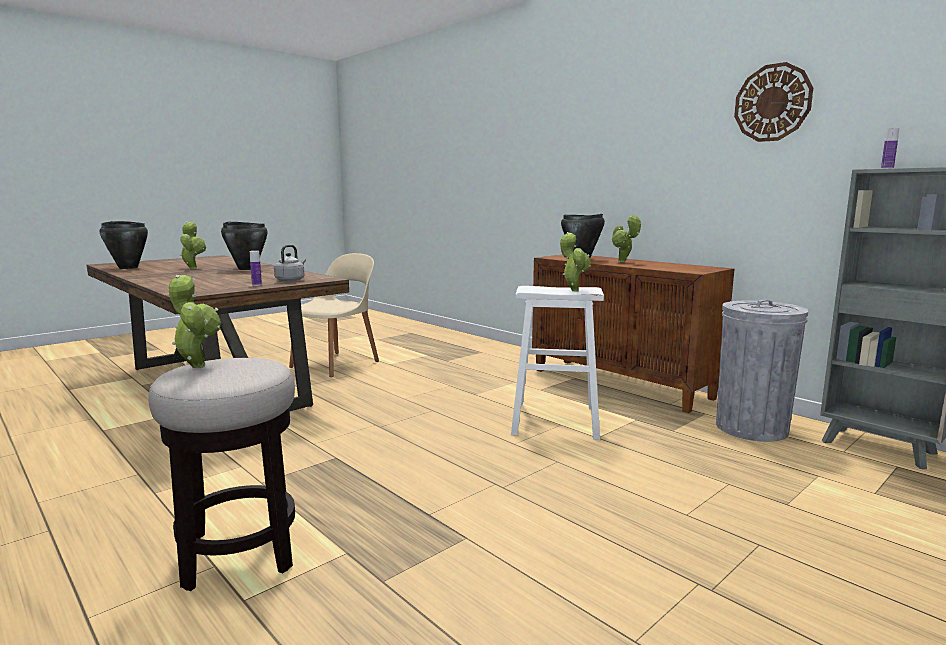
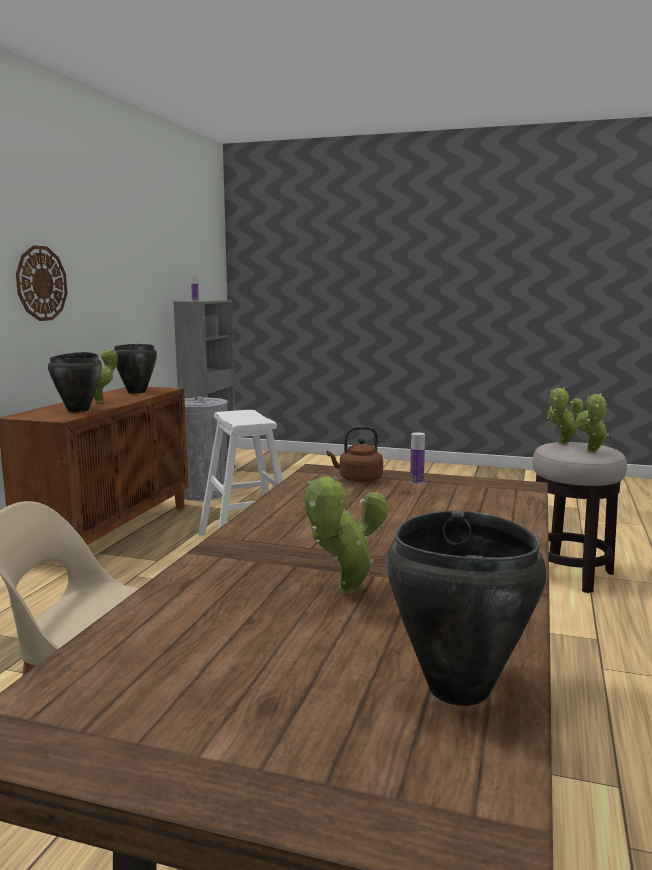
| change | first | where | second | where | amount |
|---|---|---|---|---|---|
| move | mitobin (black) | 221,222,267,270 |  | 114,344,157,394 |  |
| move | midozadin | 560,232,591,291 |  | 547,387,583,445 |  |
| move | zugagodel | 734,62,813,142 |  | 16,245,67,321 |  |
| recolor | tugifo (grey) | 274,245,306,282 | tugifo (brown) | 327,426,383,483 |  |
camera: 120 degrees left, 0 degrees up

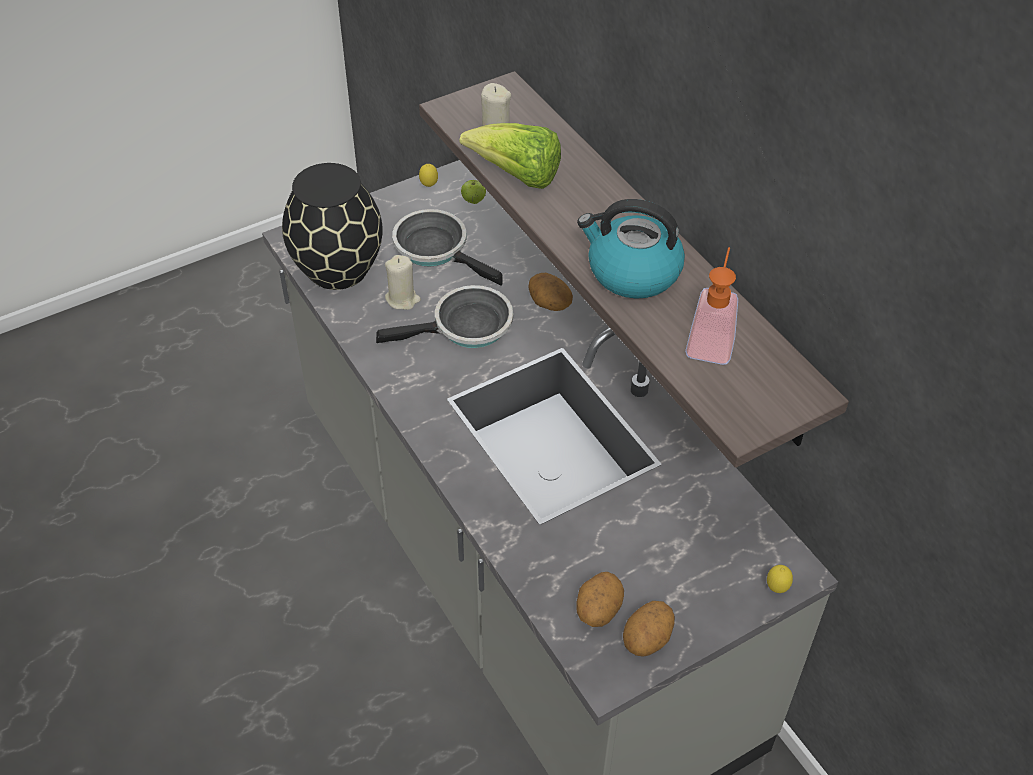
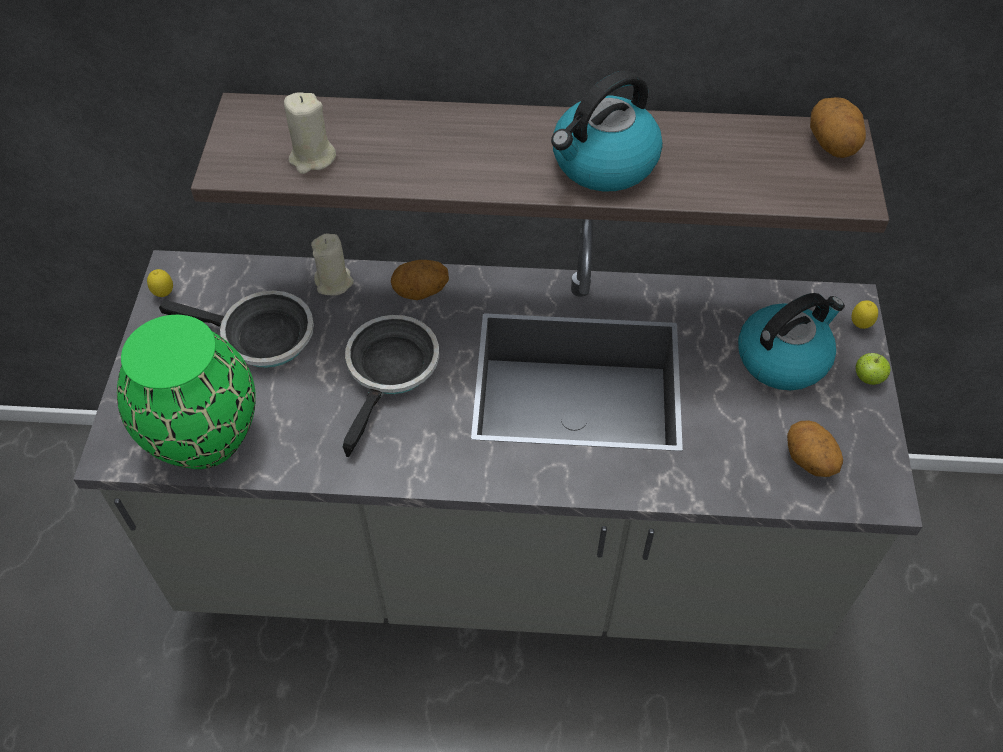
| change | first | where | second | where | amount |
|---|---|---|---|---|---|
| delete | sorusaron | 460,123,561,189 |  |  |  |
| delete | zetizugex | 685,247,738,365 |  |  |  |
| insert |  |  | tugifo | 738,293,845,390 |  |
| move | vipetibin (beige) | 385,255,421,310 |  | 311,233,354,296 |  |
| move | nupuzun | 461,180,486,204 |  | 856,353,890,385 |  |
| move | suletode | 623,601,675,657 |  | 810,97,866,158 |  |
| recolor | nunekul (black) | 282,163,383,290 | nunekul (green) | 117,315,256,469 |  |
| rotate | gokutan | 392,209,503,286 |  | 159,290,314,368 | 150 degrees counterclockwise |
camera: 55 degrees left, 5 degrees up

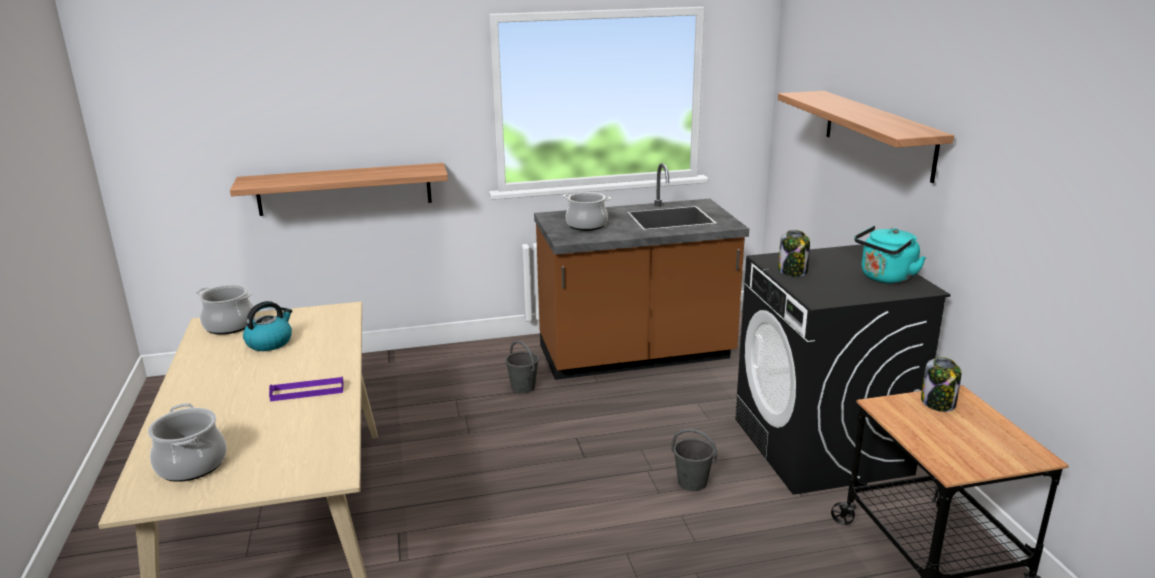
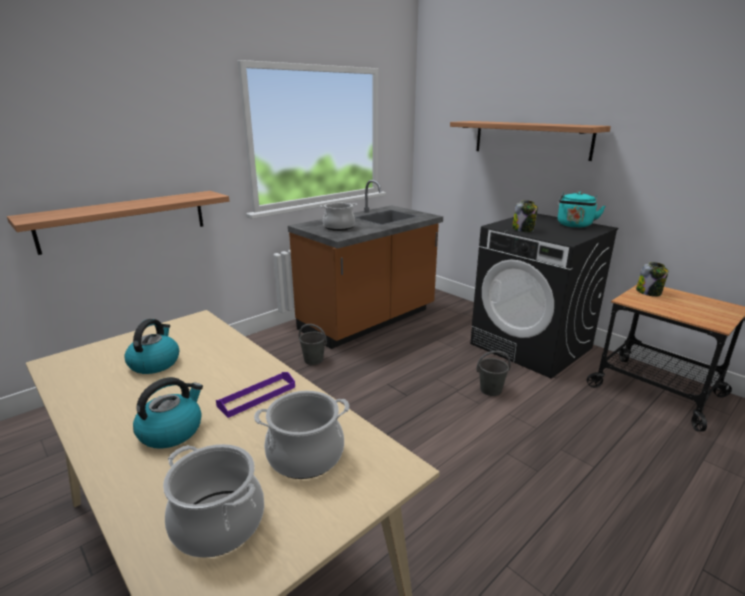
| change | first | where | second | where | amount |
|---|---|---|---|---|---|
| insert |  |  | tugifo | 133,377,203,448 |  |
| move | mitobin | 196,284,256,335 |  | 254,391,349,479 |  |
camera: 30 degrees left, 0 degrees up

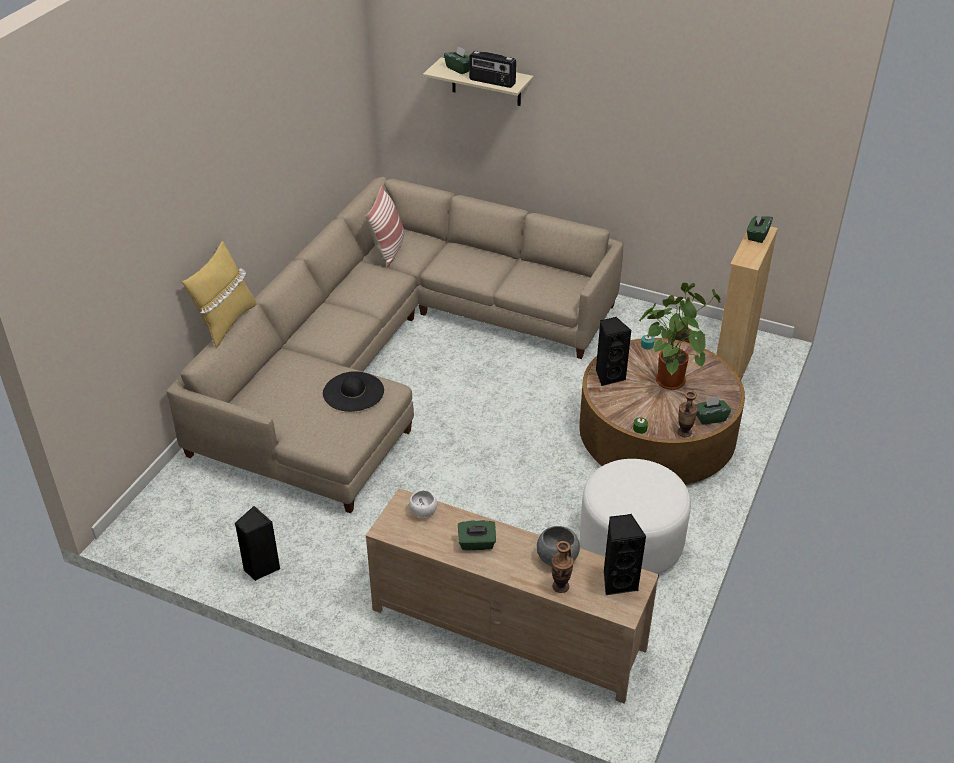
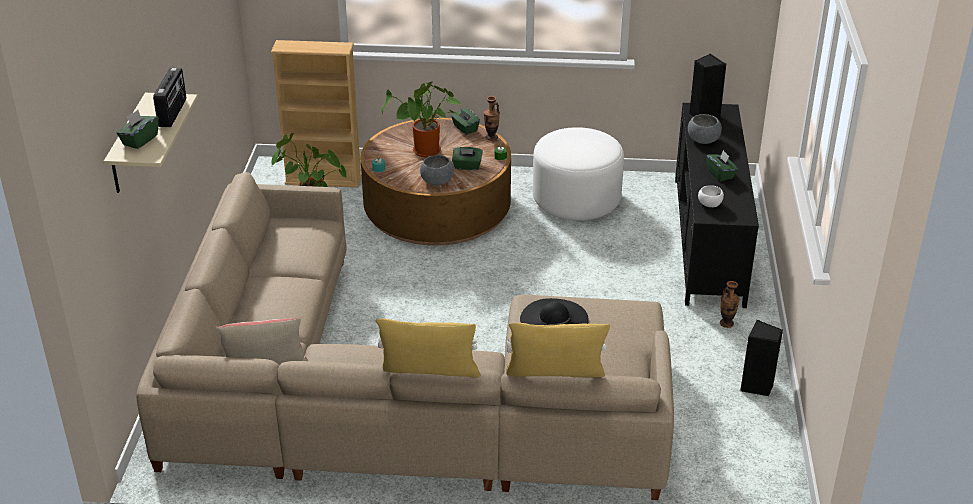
| change | first | where | second | where | amount |
|---|---|---|---|---|---|
| insert |  |  | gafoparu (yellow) | 376,319,481,377 |  |
| move | nunekul | 551,541,574,593 |  | 720,281,740,328 |  |
| move | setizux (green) | 747,212,773,243 |  | 452,147,483,170 |  |
| replace | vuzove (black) | 596,317,631,386 | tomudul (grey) | 420,155,454,185 |  |
| recolor | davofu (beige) | 366,488,659,704 | davofu (black) | 675,103,759,308 |  |
camera: 110 degrees left, 5 degrees down

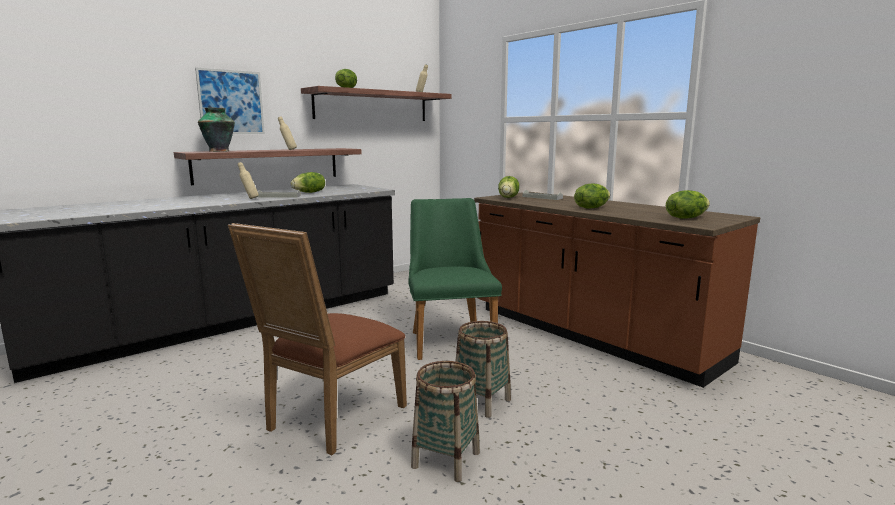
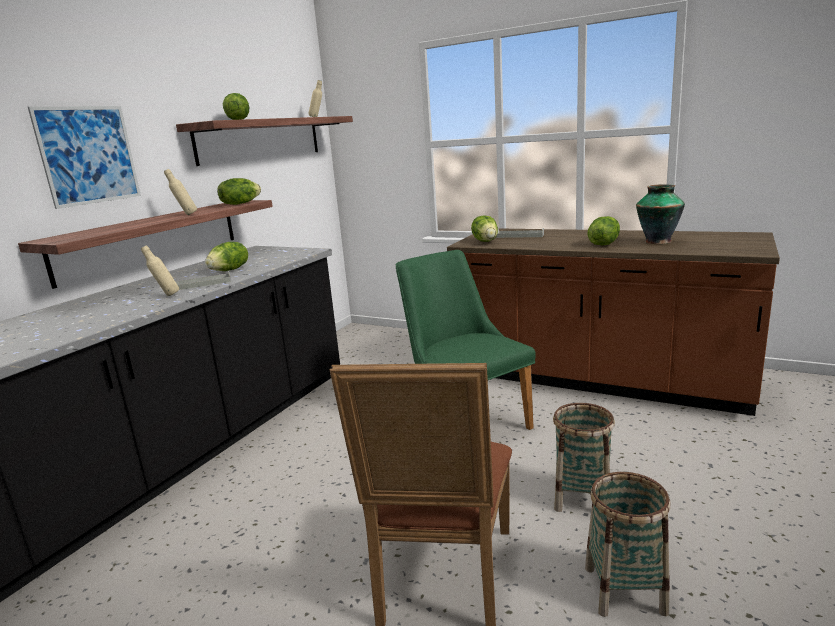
| change | first | where | second | where | amount |
|---|---|---|---|---|---|
| move | nunekul | 198,108,235,152 |  | 636,184,685,244 |  |
| move | sorusaron | 666,190,710,219 |  | 217,178,261,205 |  |
camera: 20 degrees left, 5 degrees up

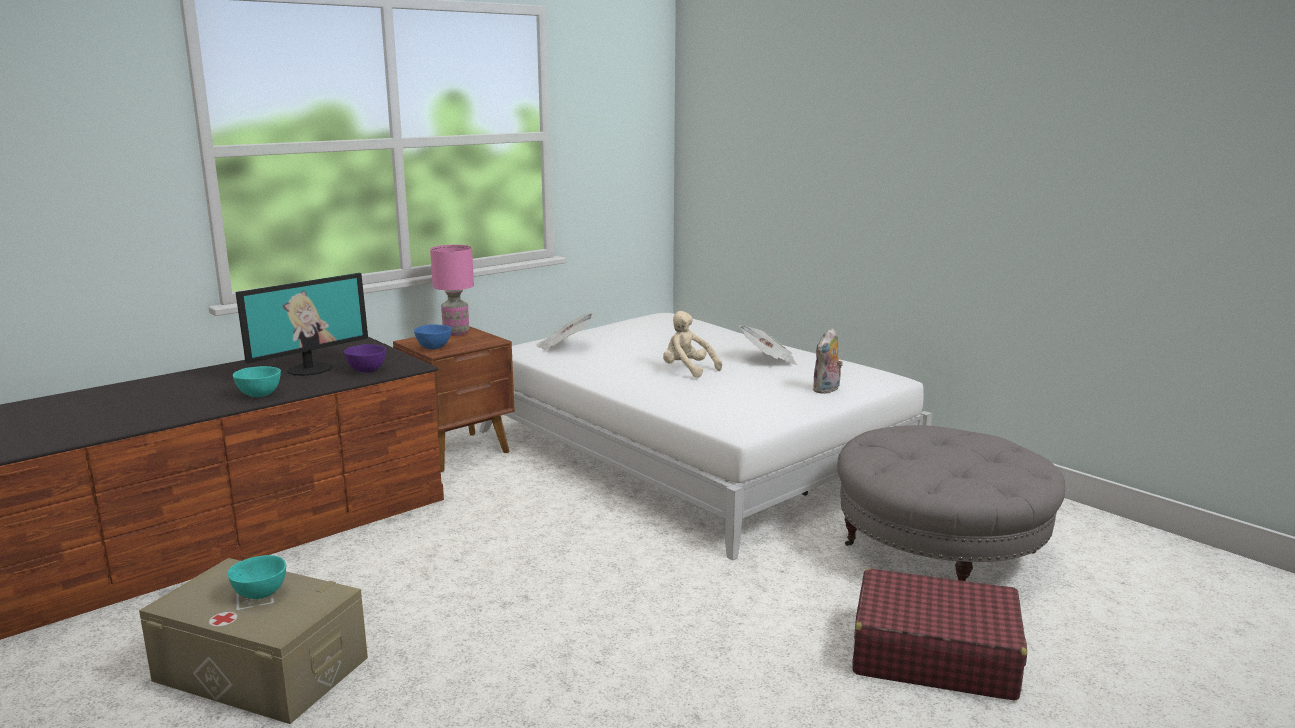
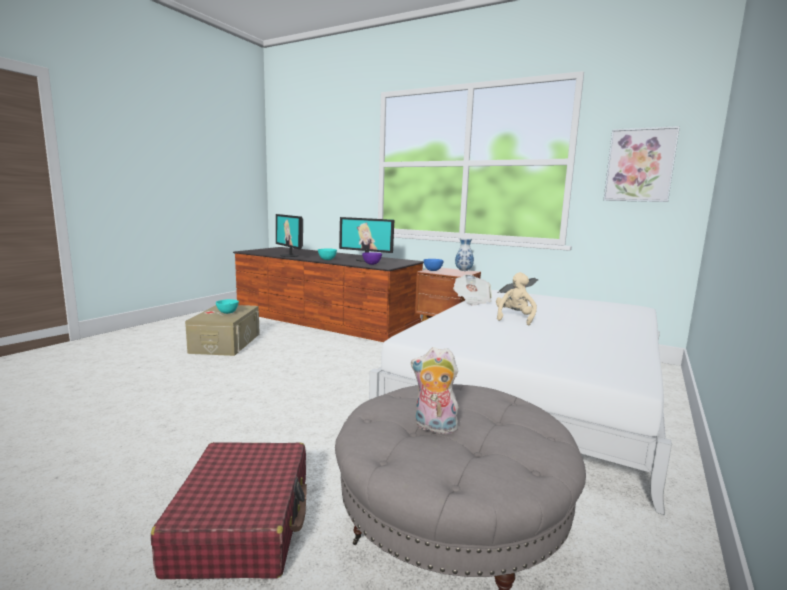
| change | first | where | second | where | amount |
|---|---|---|---|---|---|
| insert |  |  | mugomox | 276,214,303,257 |  |
| insert |  |  | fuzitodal | 603,126,680,202 |  |
| move | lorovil | 739,325,797,365 |  | 453,274,492,305 |  |
| move | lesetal | 813,328,843,394 |  | 411,347,460,434 |  |
| replace | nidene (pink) | 430,245,474,336 | nunekul | 455,238,474,271 |  |
camera: 70 degrees right, 5 degrees down

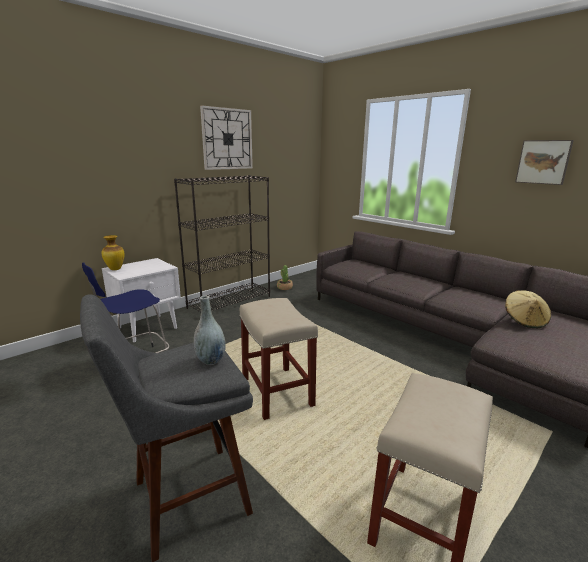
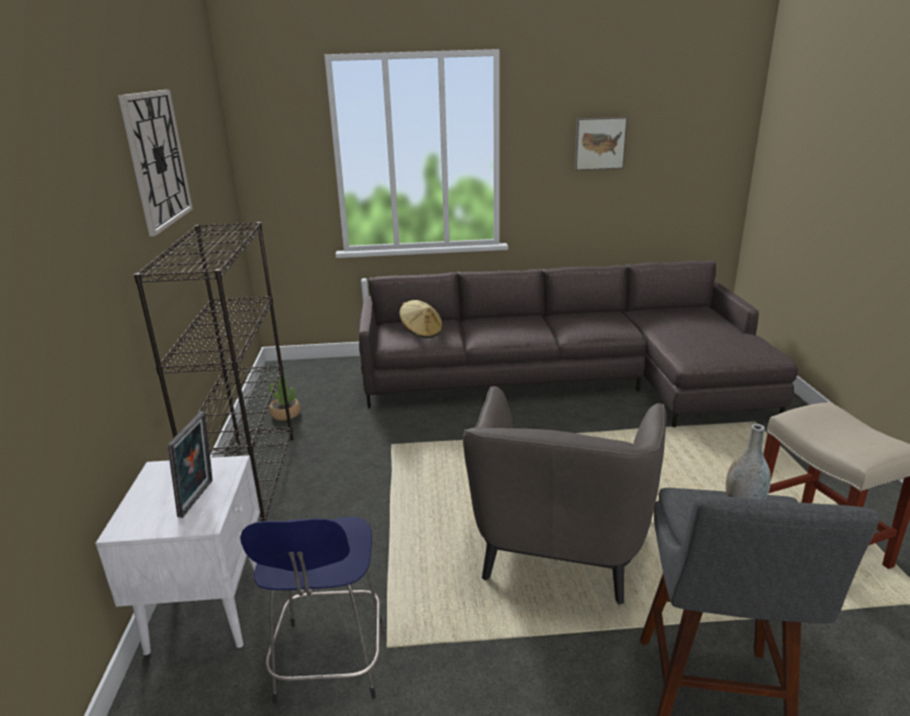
| change | first | where | second | where | amount |
|---|---|---|---|---|---|
| delete | nunekul | 101,235,125,270 |  |  |  |
| insert |  |  | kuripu | 167,412,213,518 |  |
| move | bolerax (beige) | 505,290,551,328 |  | 399,300,443,338 |  |
| replace | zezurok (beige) | 239,298,318,420 | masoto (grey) | 463,386,667,604 |  |
camera: 50 degrees left, 5 degrees up

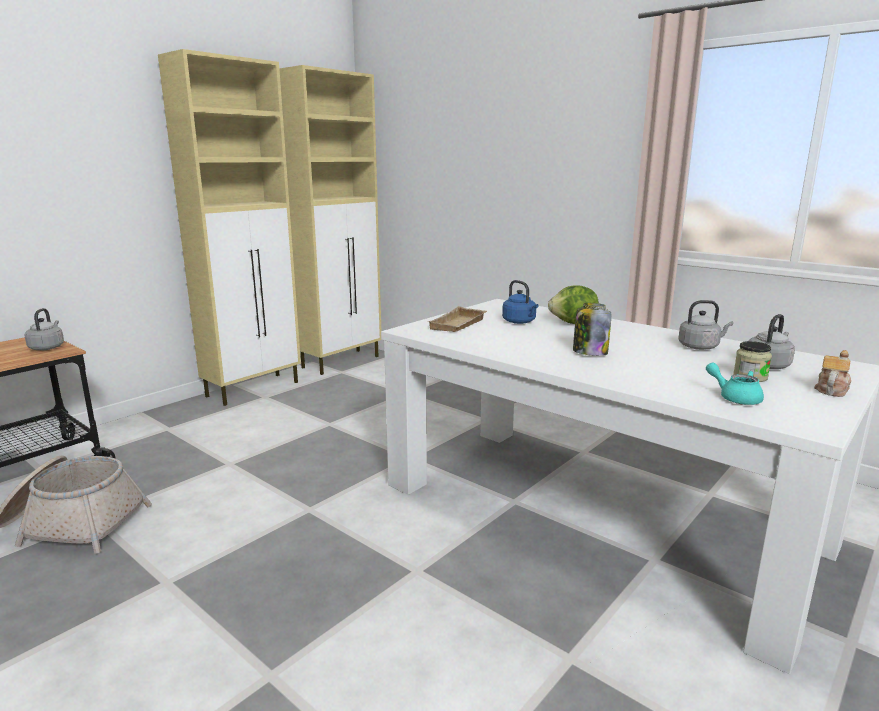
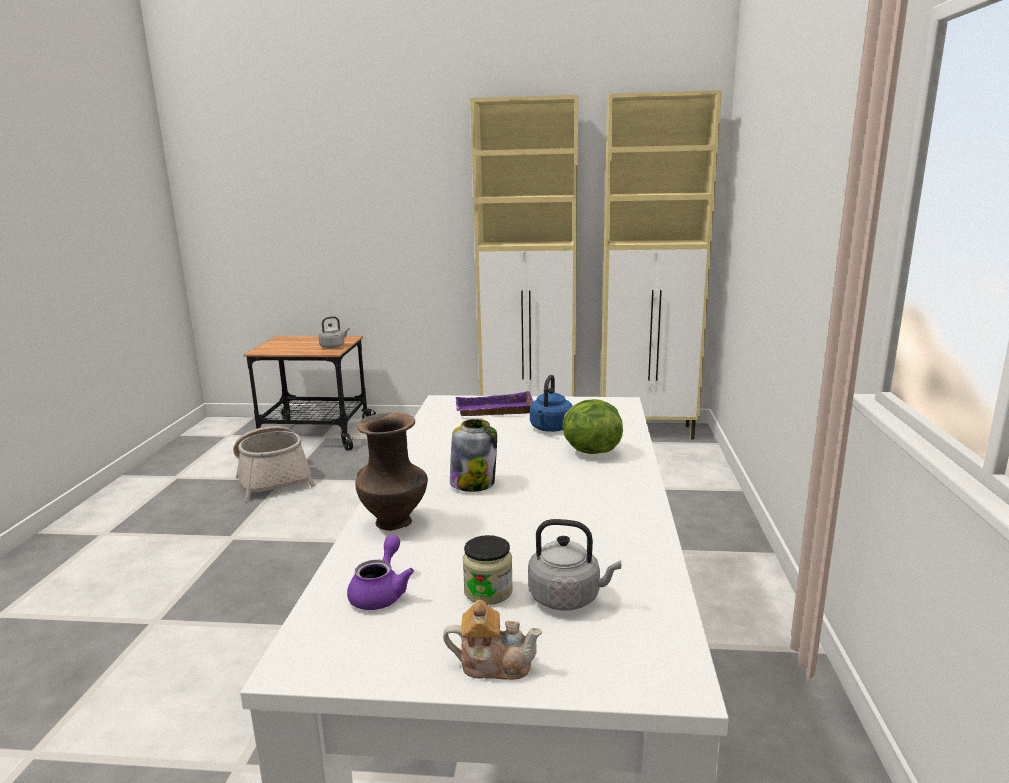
| change | first | where | second | where | amount |
|---|---|---|---|---|---|
| delete | tugifo (grey) | 678,300,733,350 |  |  |  |
| insert |  |  | nunekul (brown) | 355,412,428,531 |  |
| recolor | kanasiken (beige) | 427,306,487,332 | kanasiken (purple) | 456,391,534,416 |  |
| recolor | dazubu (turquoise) | 706,363,764,405 | dazubu (purple) | 347,535,414,610 |  |
camera: 55 degrees right, 0 degrees up

